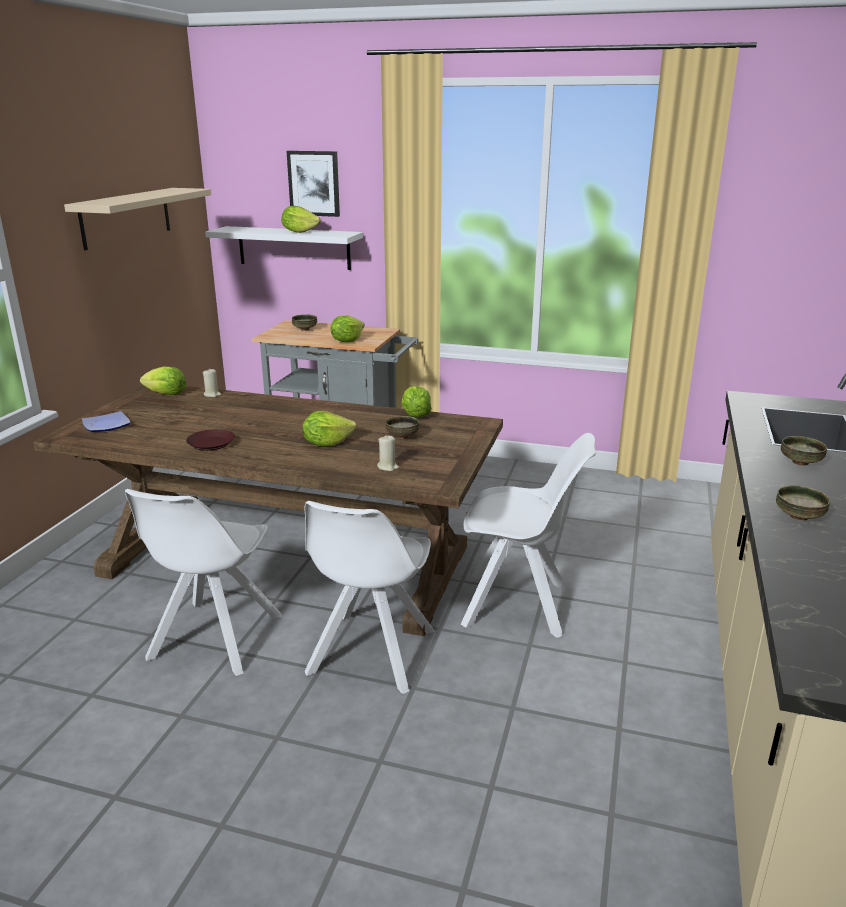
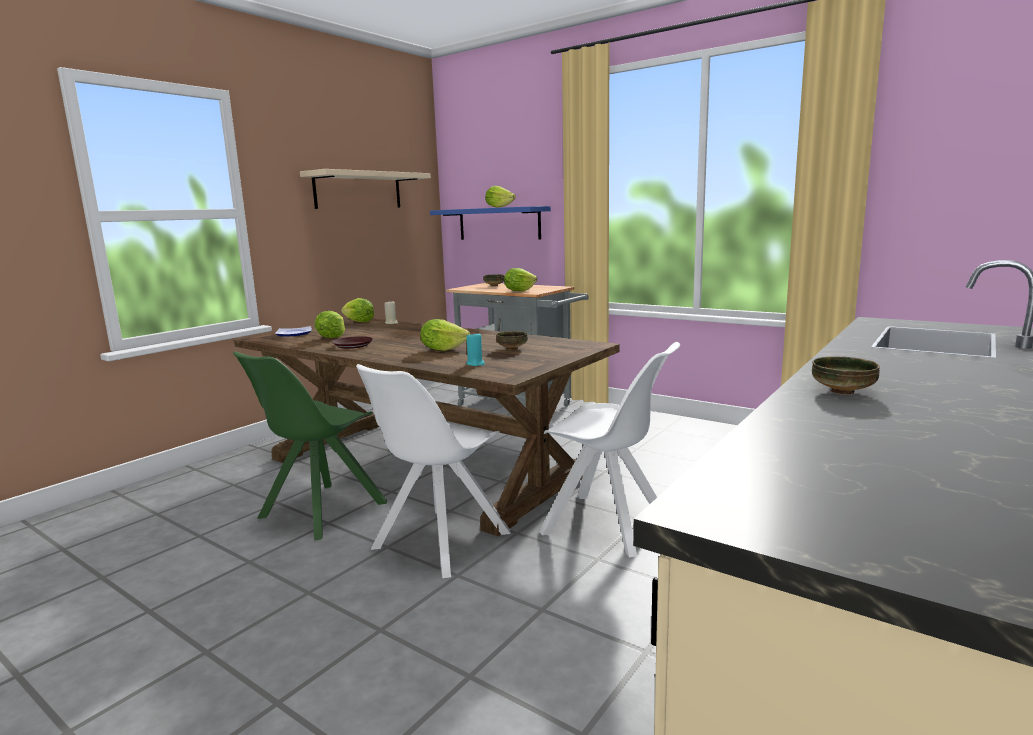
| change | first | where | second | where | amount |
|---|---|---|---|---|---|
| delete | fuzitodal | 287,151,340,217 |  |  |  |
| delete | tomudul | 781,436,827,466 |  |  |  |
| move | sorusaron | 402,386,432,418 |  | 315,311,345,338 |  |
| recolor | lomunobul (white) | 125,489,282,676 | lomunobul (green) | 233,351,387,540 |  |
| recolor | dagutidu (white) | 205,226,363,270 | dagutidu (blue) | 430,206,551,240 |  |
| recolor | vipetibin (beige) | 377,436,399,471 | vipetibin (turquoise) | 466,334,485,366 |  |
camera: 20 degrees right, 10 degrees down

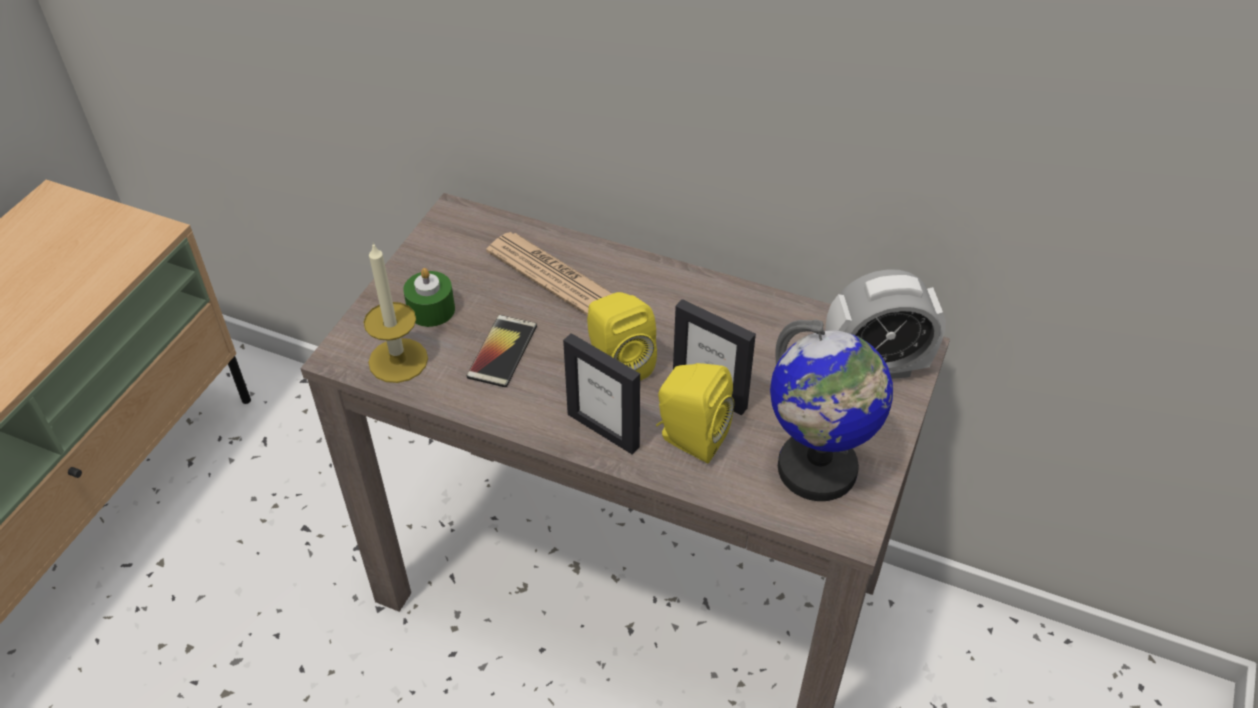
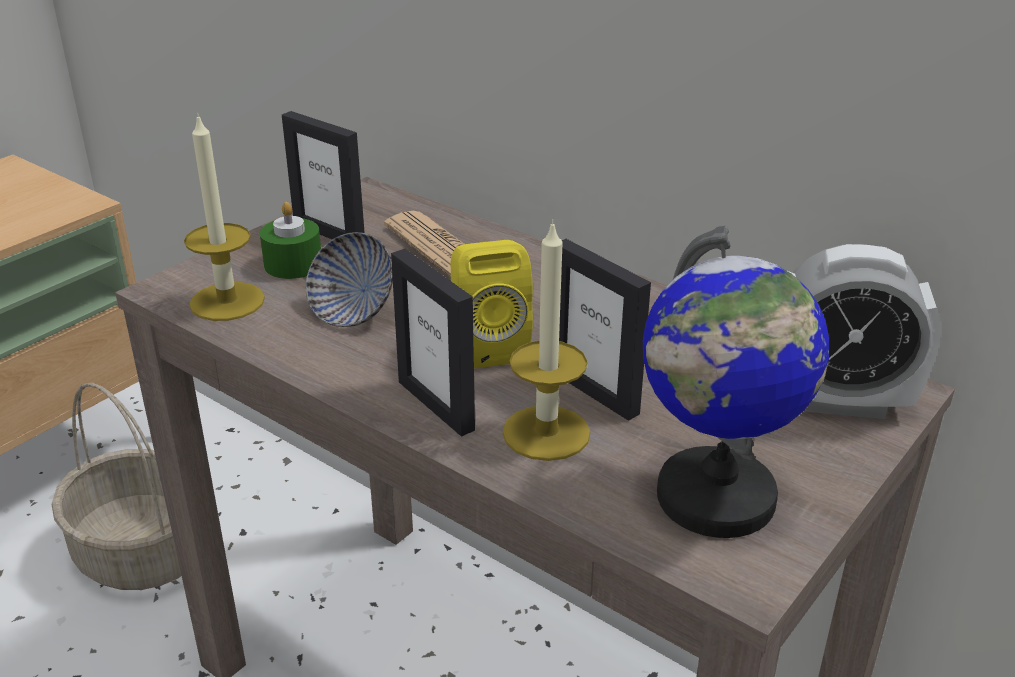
| change | first | where | second | where | amount |
|---|---|---|---|---|---|
| insert |  |  | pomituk | 52,383,181,590 |  |
| insert |  |  | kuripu | 282,111,365,239 |  |
| replace | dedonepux | 467,315,537,387 | tomudul | 305,232,393,327 |  |
| replace | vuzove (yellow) | 656,363,734,463 | vipetibin | 502,219,590,461 |  |
camera: 15 degrees right, 15 degrees down

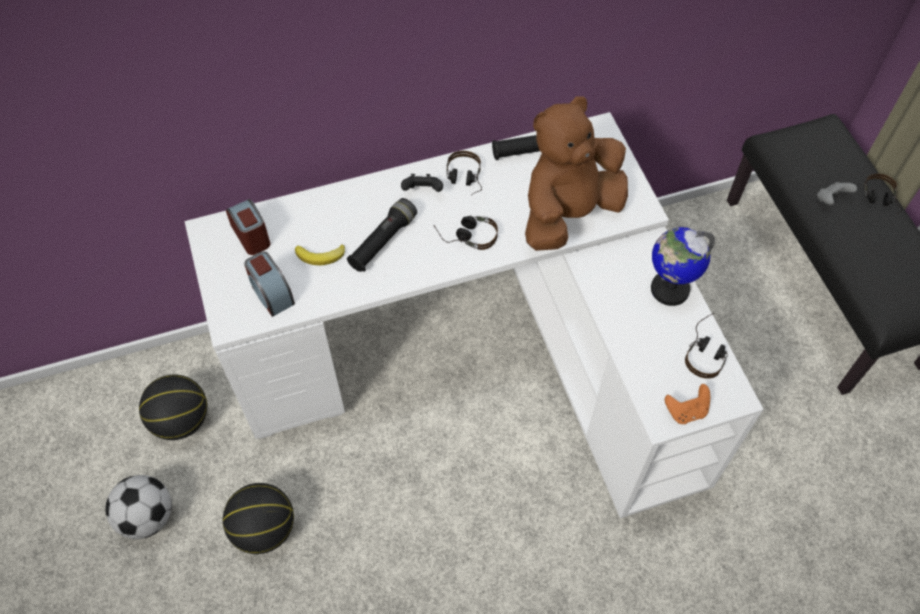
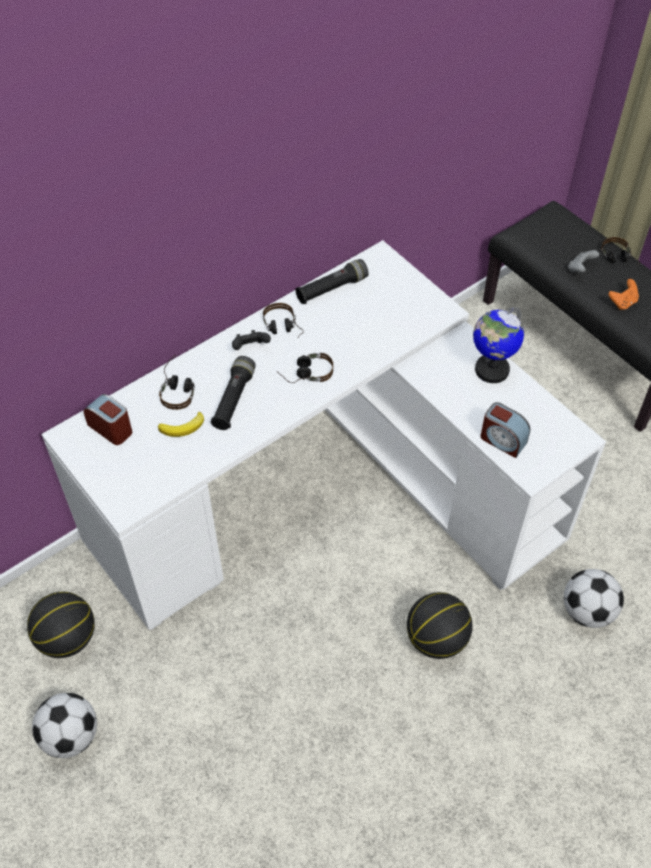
| change | first | where | second | where | amount |
|---|---|---|---|---|---|
| delete | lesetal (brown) | 525,96,628,251 |  |  |  |
| insert |  |  | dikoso | 564,569,624,628 |  |
| move | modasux | 223,483,294,554 |  | 407,592,473,659 |  |
| move | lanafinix | 244,251,295,317 |  | 481,402,530,458 |  |
| move | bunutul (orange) | 665,384,710,424 |  | 608,279,639,310 |  |
| move | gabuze | 685,313,728,379 |  | 159,355,195,410 |  |
camera: 20 degrees left, 5 degrees down

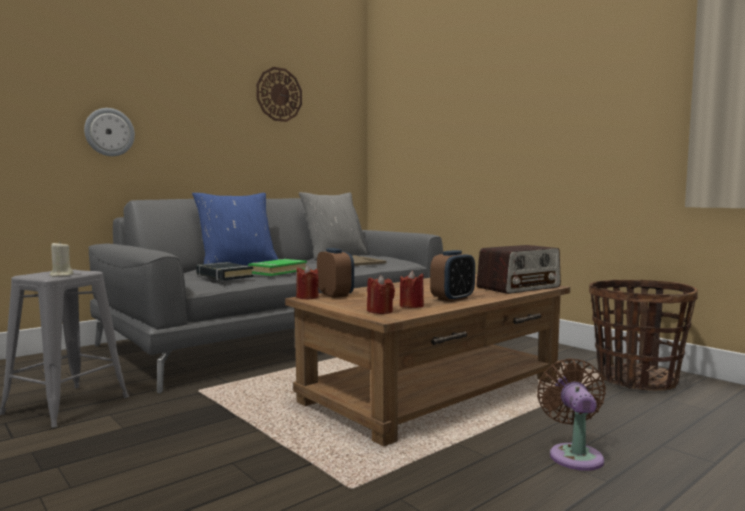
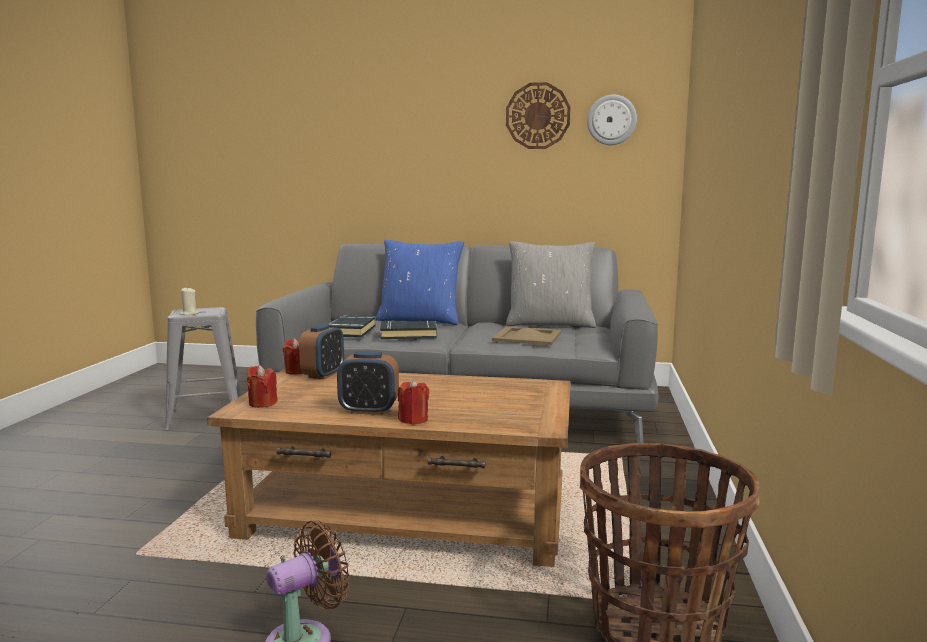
| change | first | where | second | where | amount |
|---|---|---|---|---|---|
| delete | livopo | 476,245,561,294 |  |  |  |
| move | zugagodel | 84,108,135,156 |  | 587,95,637,145 |  |
| move | vipetibin (red) | 400,271,424,308 |  | 398,379,429,425 |  |
| recolor | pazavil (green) | 248,259,307,276 | pazavil (black) | 380,320,437,339 |  |
camera: 50 degrees right, 5 degrees up

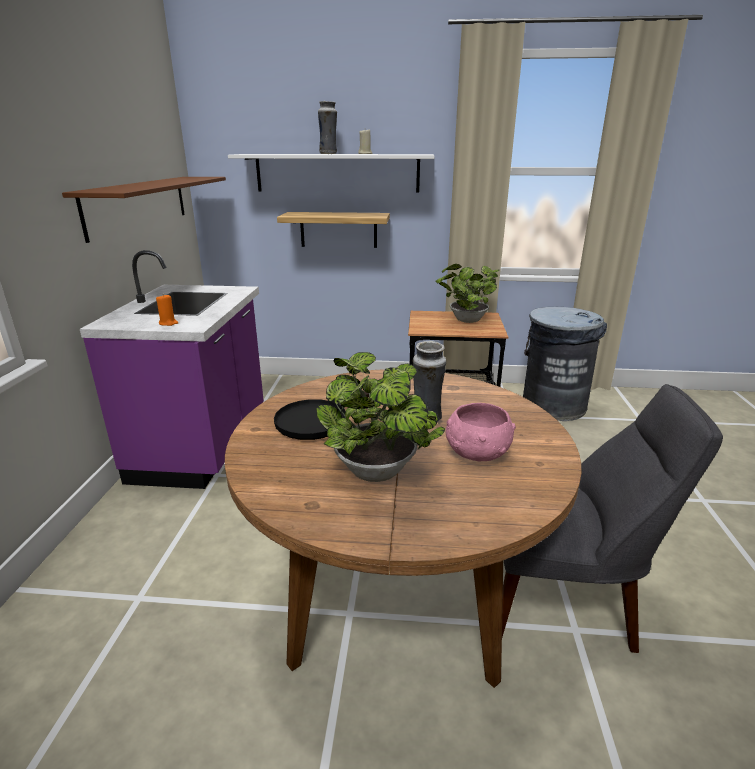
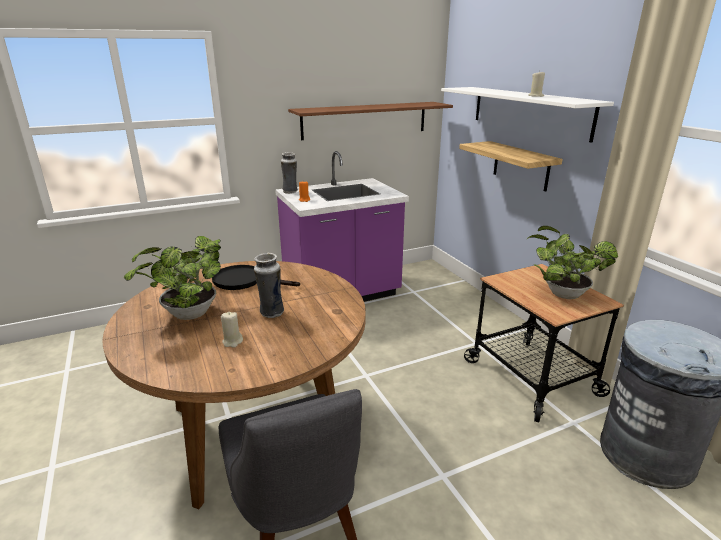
| change | first | where | second | where | amount |
|---|---|---|---|---|---|
| move | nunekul | 318,101,337,154 |  | 281,152,298,194 |  |
| replace | tomudul (pink) | 446,403,516,461 | vipetibin (beige) | 221,312,243,348 |  |
camera: 60 degrees right, 0 degrees up

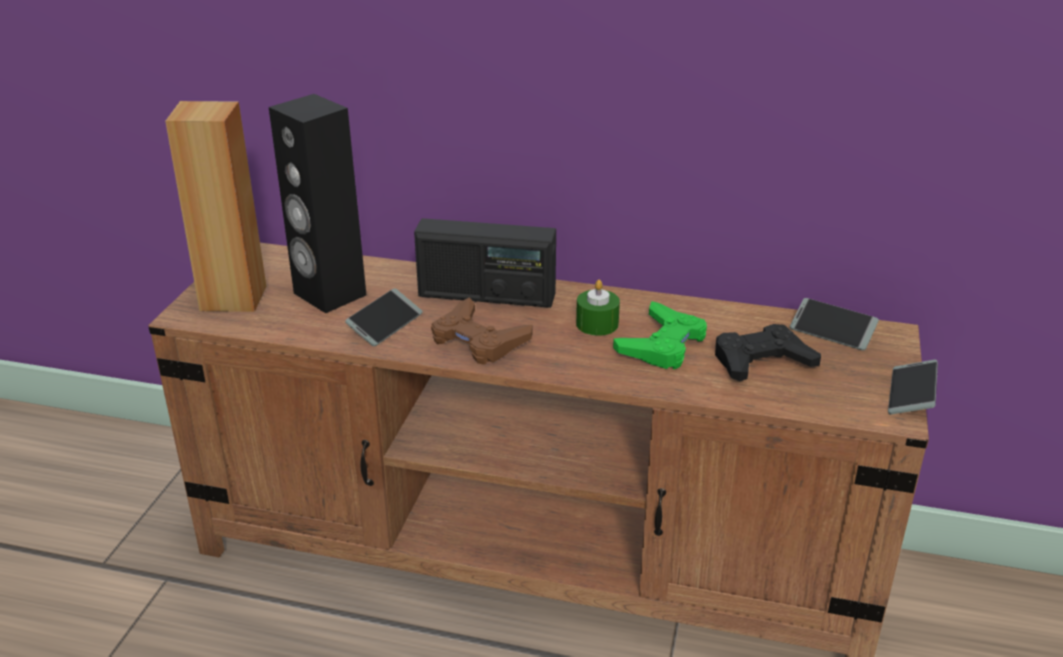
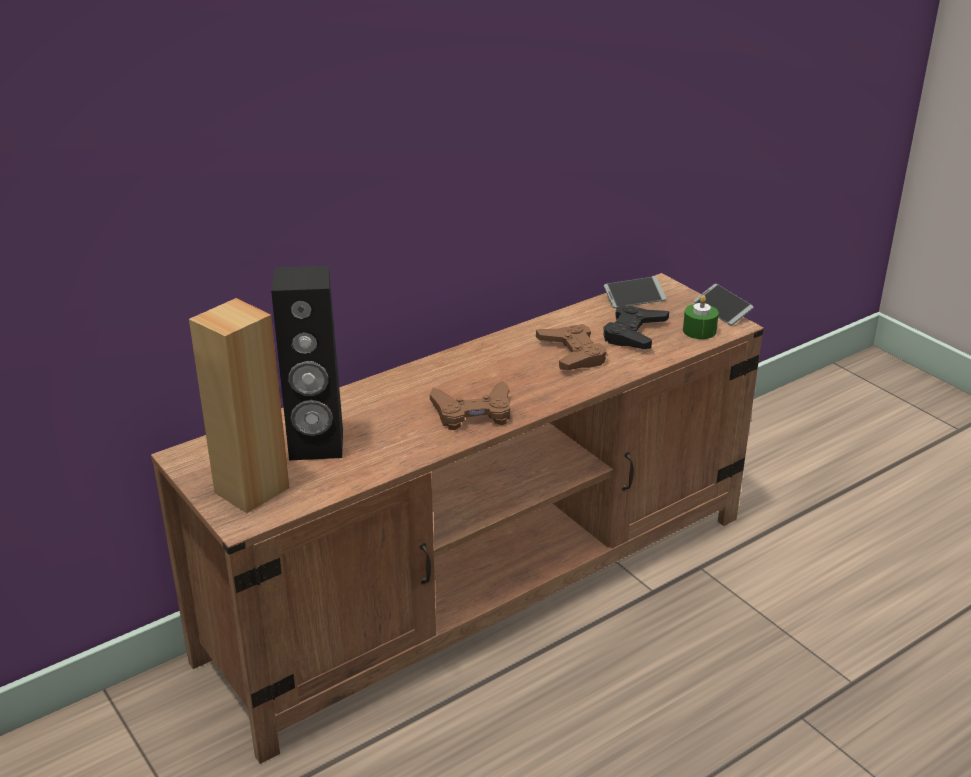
| change | first | where | second | where | amount |
|---|---|---|---|---|---|
| delete | dedonepux | 345,288,423,346 |  |  |  |
| delete | livopo | 414,218,556,308 |  |  |  |
| move | vipetibin (green) | 576,280,620,336 |  | 683,295,719,339 |  |
| recolor | bunutul (green) | 613,301,707,369 | bunutul (brown) | 536,324,607,370 |  |
camera: 50 degrees left, 0 degrees up

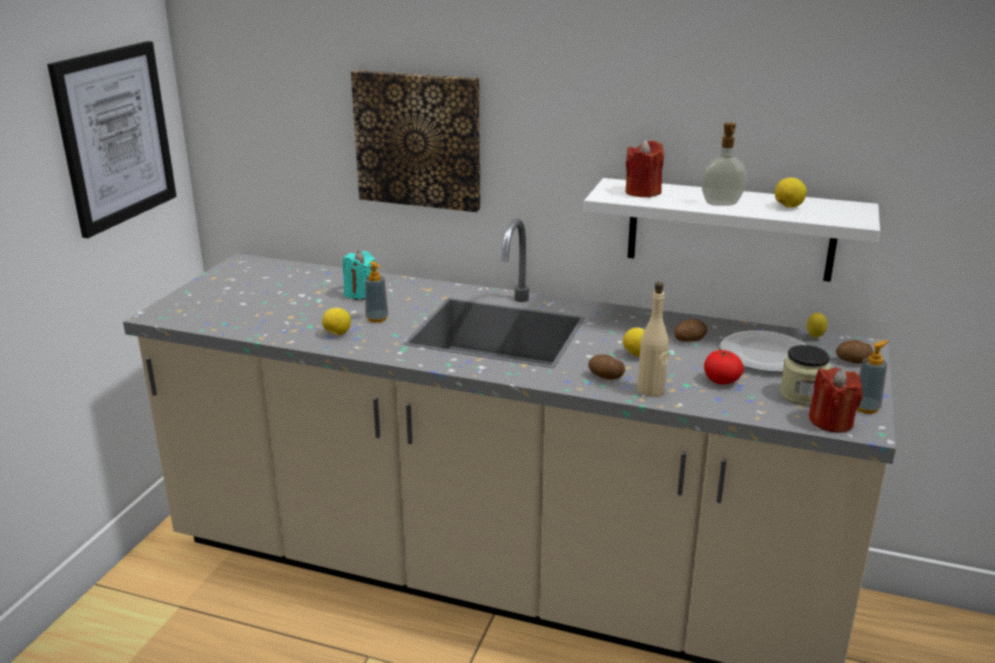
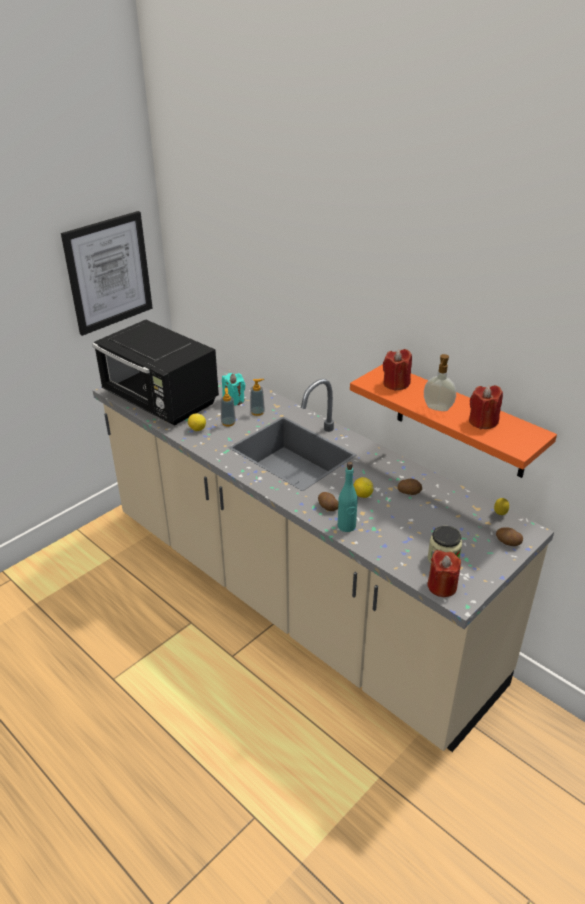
| change | first | where | second | where | amount |
|---|---|---|---|---|---|
| delete | fuzitodal | 351,70,480,212 |  |  |  |
| delete | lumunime | 704,349,744,384 |  |  |  |
| delete | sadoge | 720,330,806,372 |  |  |  |
| insert |  |  | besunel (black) | 92,320,219,426 |  |
| move | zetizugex | 856,340,889,414 |  | 250,379,265,416 |  |
| replace | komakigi | 775,177,807,208 | vipetibin (red) | 469,385,503,429 |  |
| recolor | dagutidu (white) | 584,178,880,282 | dagutidu (orange) | 350,364,557,478 |  |
| recolor | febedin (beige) | 637,282,669,397 | febedin (turquoise) | 338,462,358,532 |  |
camera: 25 degrees right, 10 degrees up

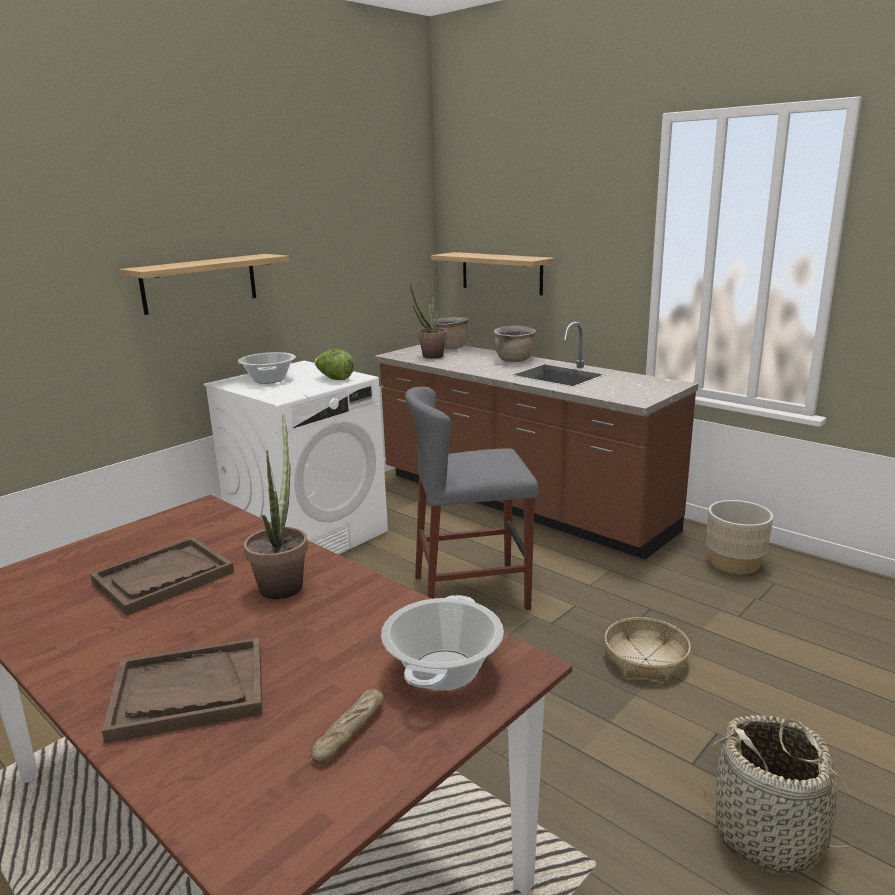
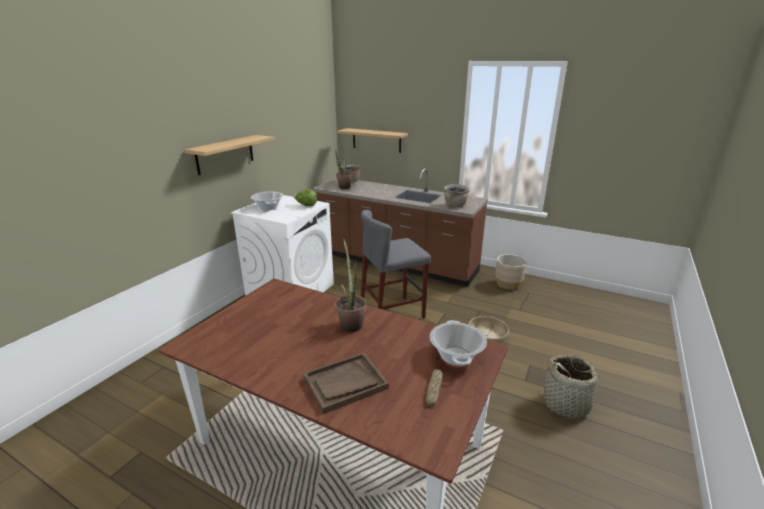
| change | first | where | second | where | amount |
|---|---|---|---|---|---|
| delete | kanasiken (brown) | 90,537,234,616 |  |  |  |
| move | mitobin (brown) | 494,325,536,362 |  | 444,184,470,207 |  |
camera: 15 degrees left, 5 degrees up

